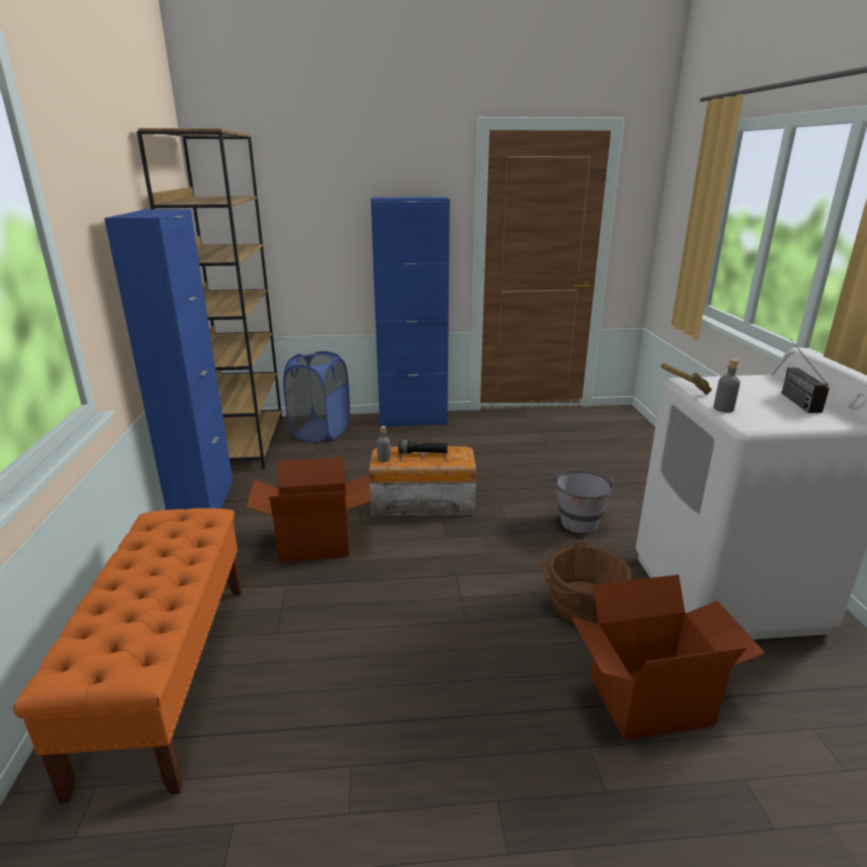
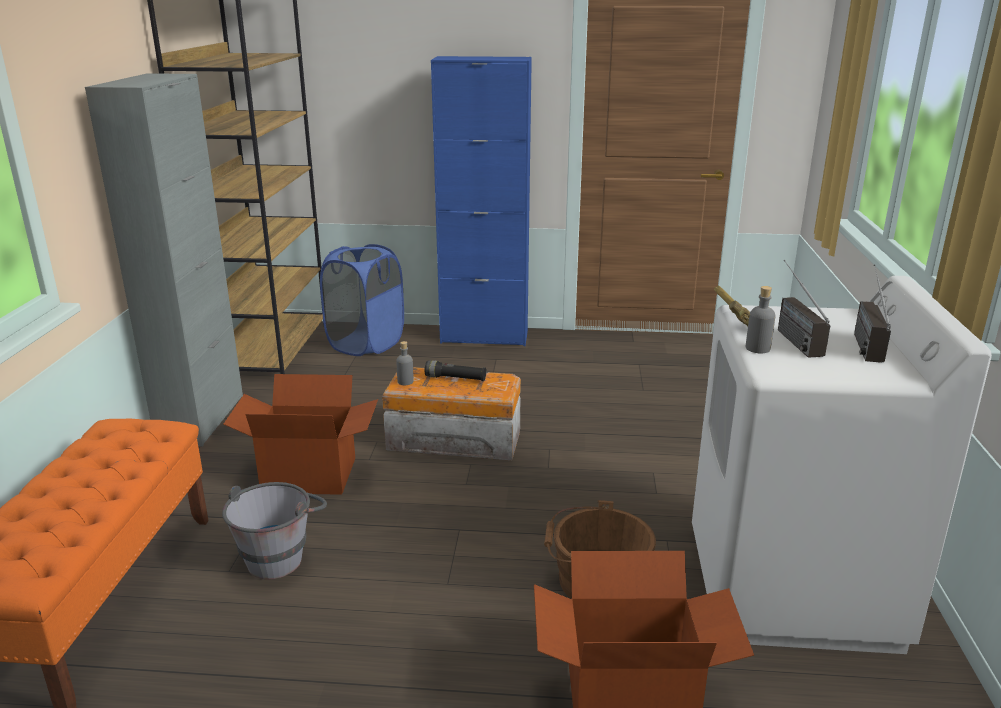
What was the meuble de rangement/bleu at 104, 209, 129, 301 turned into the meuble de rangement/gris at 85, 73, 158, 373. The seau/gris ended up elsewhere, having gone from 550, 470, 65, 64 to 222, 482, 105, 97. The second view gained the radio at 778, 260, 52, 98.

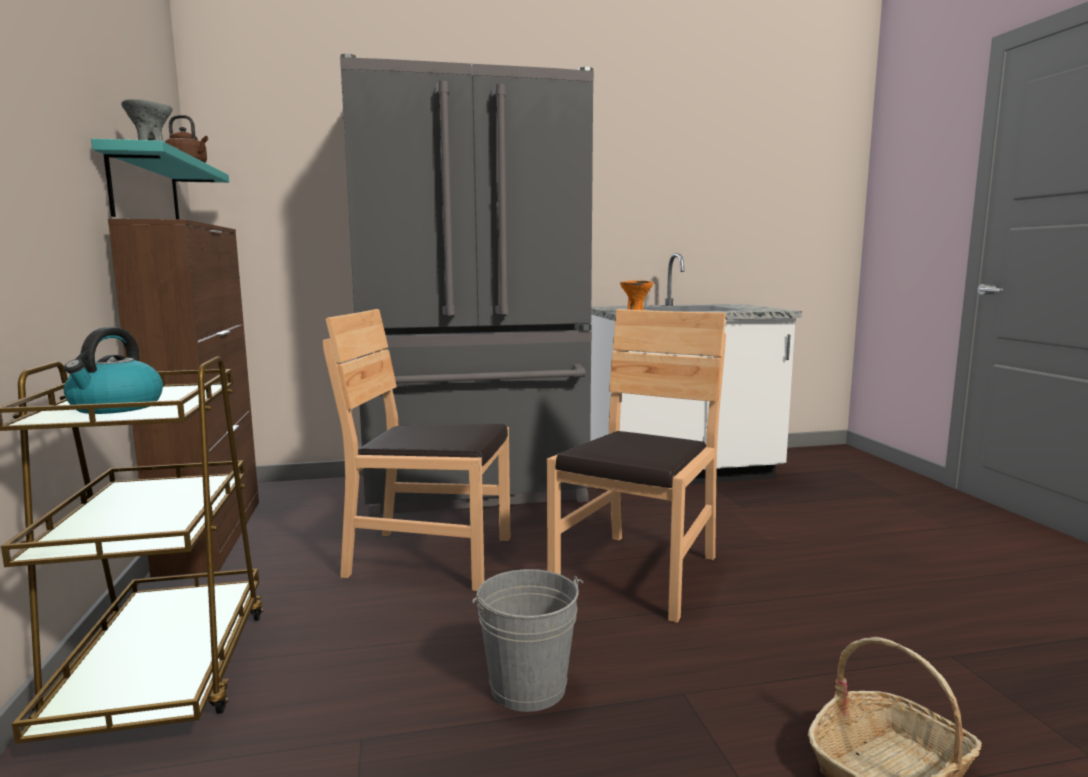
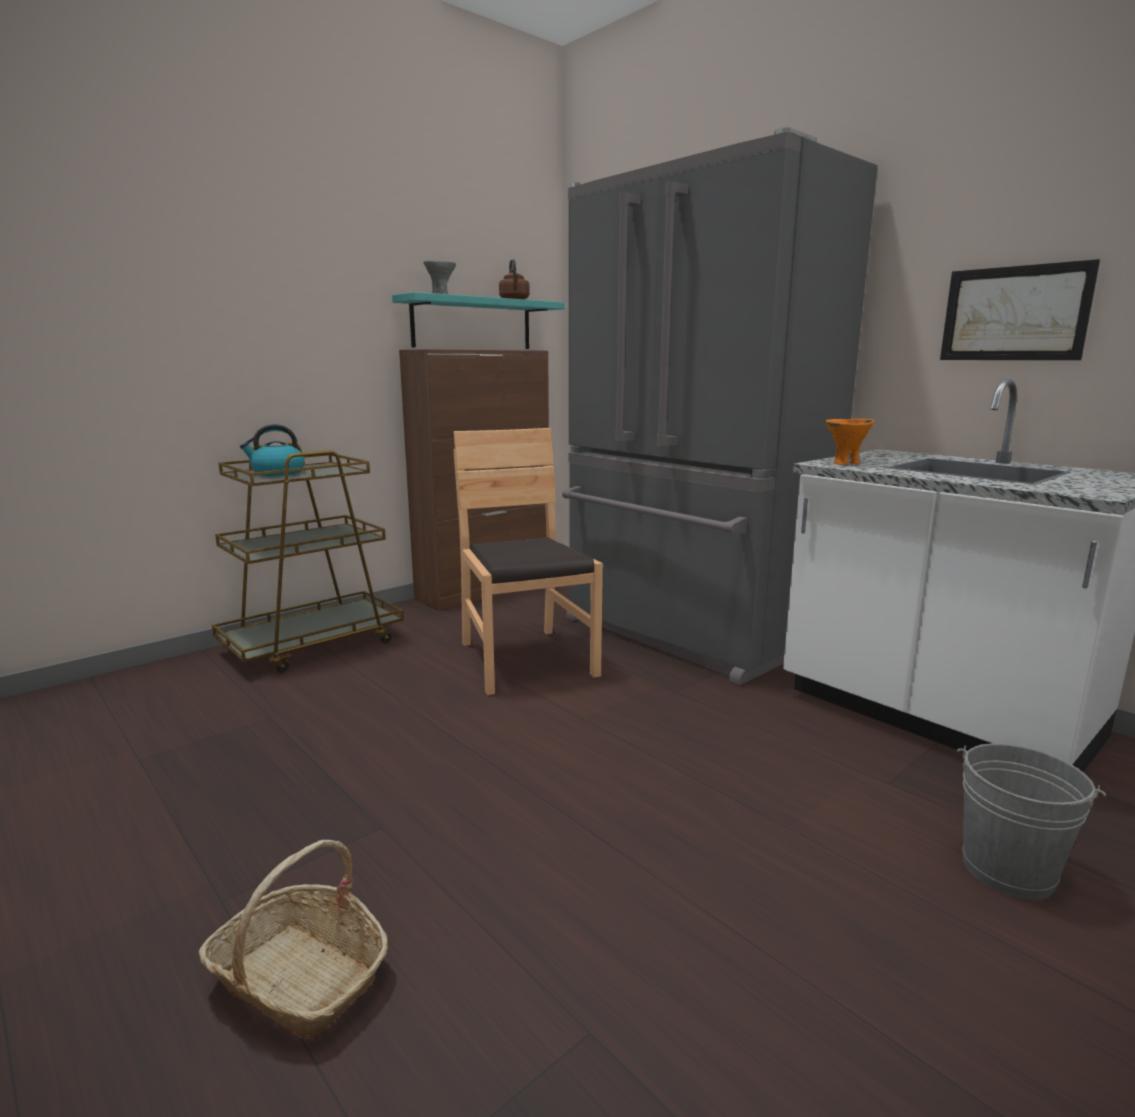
The second view lost the chaise/marron at 547, 309, 179, 314. The seau/gris ended up elsewhere, having gone from 472, 569, 111, 143 to 956, 743, 150, 156. The second view gained the tableau at 940, 259, 160, 101.

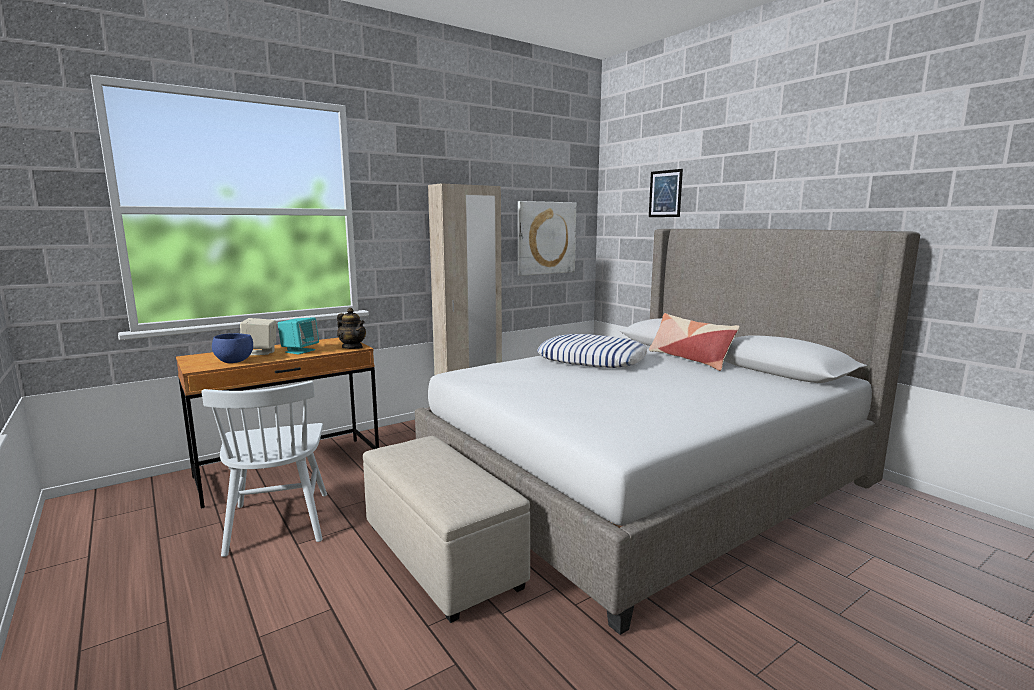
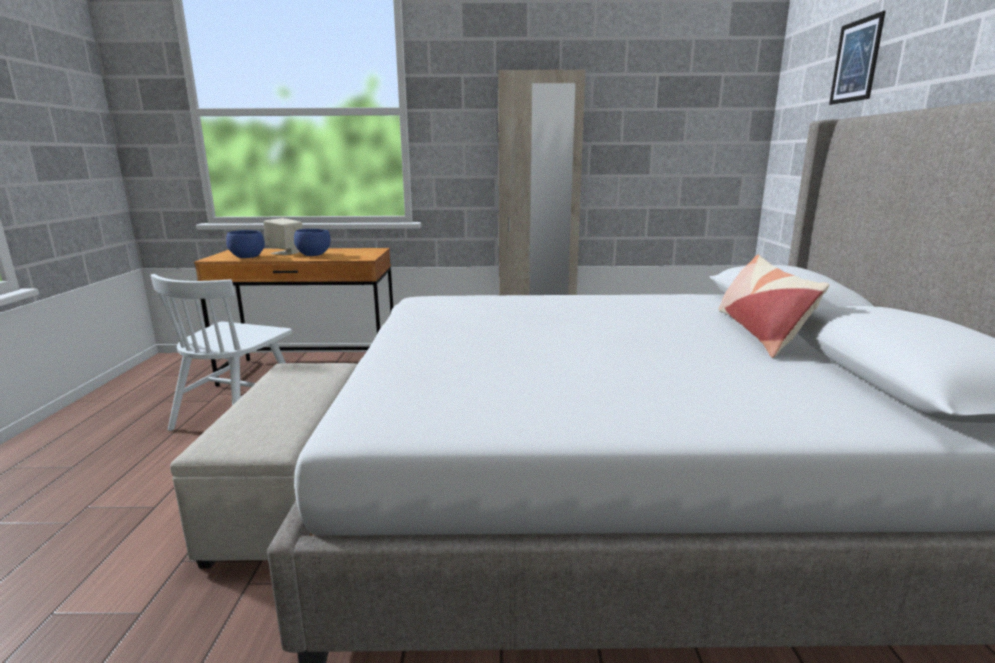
The second view lost the tableau at 518, 201, 58, 75. The second view lost the théière at 337, 308, 29, 41. Where the enceinte/turquoise stood at 278, 318, 41, 36, the bol/bleu came to stand at 294, 229, 36, 27. The second view lost the coussin at 537, 334, 110, 34.

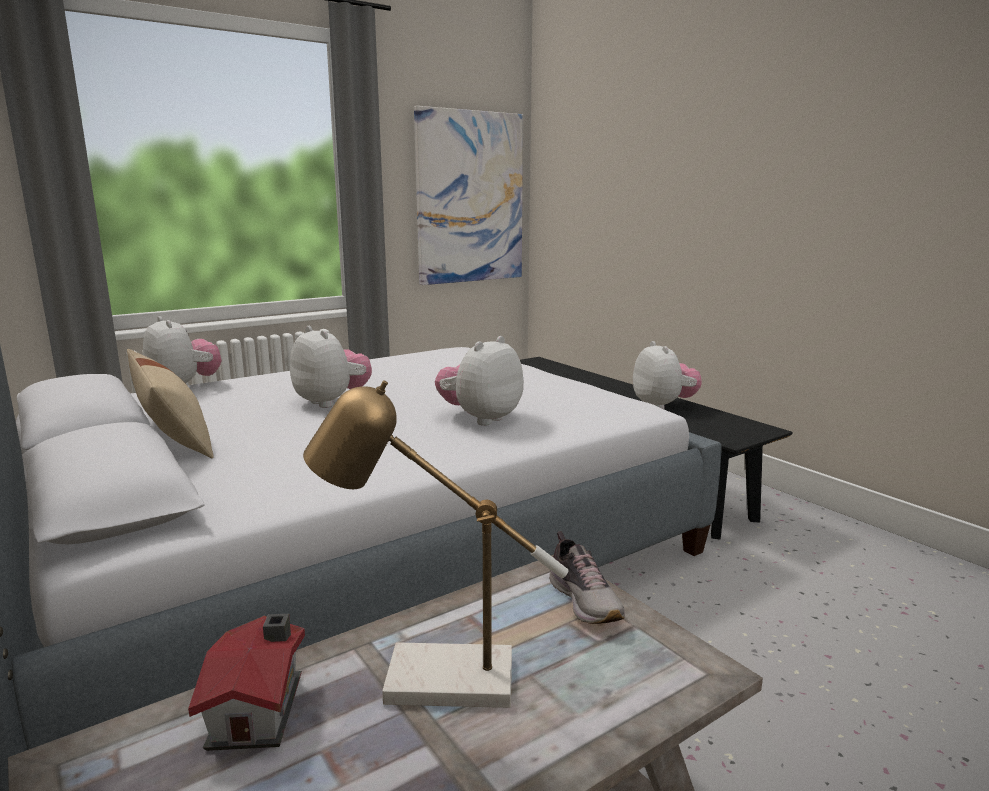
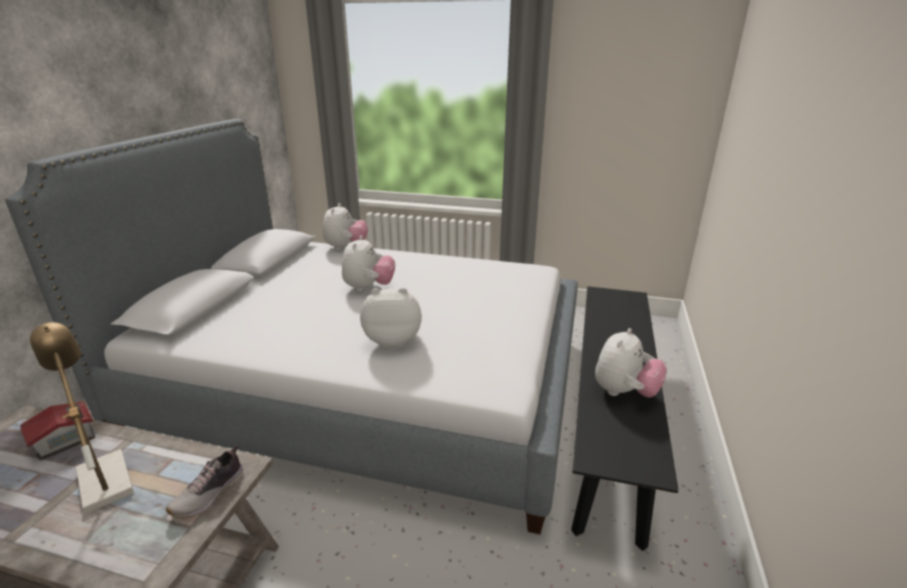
The second view lost the tableau at 414, 106, 109, 179. The second view lost the coussin/beige at 127, 349, 87, 109.

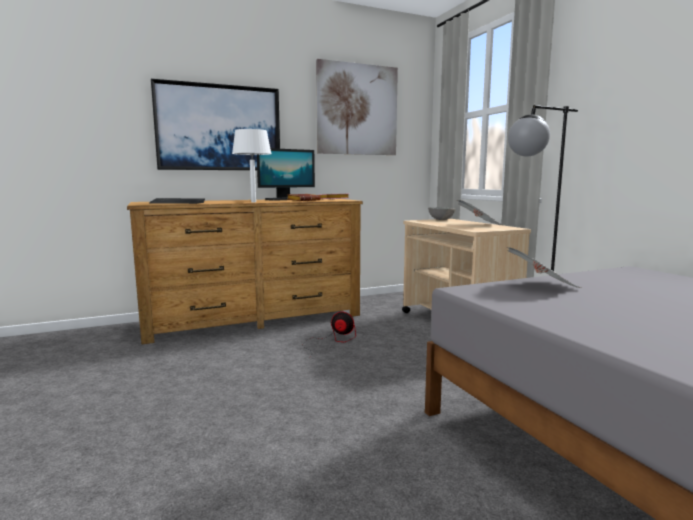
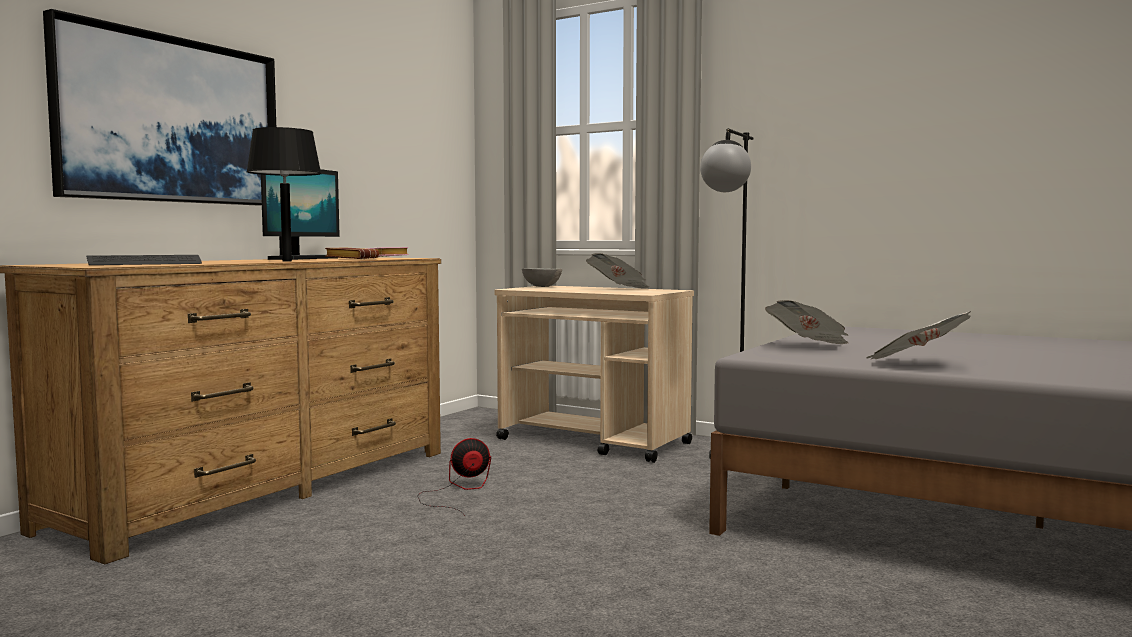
The second view lost the tableau at 316, 59, 82, 96. What was the lampe de table/blanc at 232, 129, 39, 73 turned into the lampe de table/noir at 246, 127, 76, 134. The second view gained the journal at 866, 311, 105, 48.

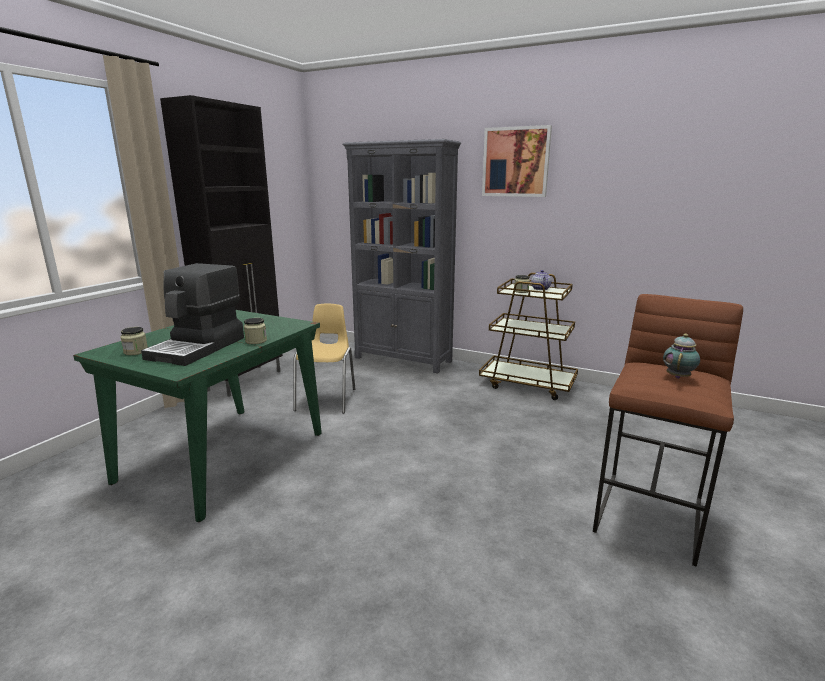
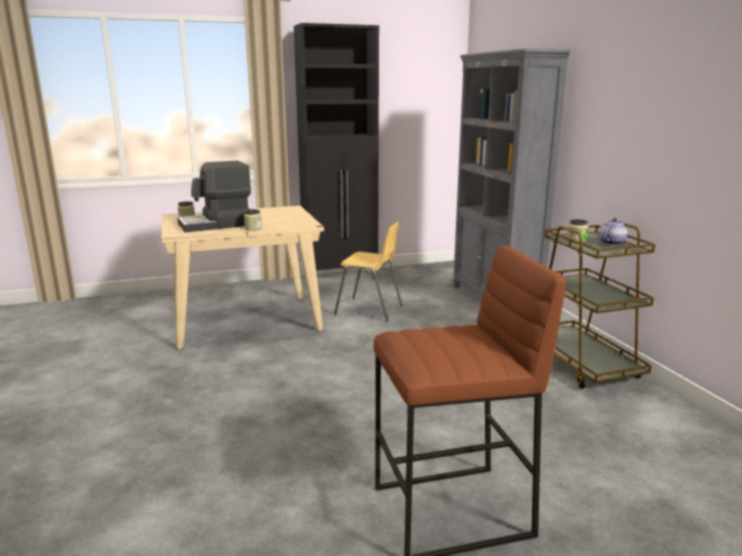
The second view lost the tableau at 482, 125, 70, 72. The chaise/jaune at 293, 304, 62, 110 ended up facing another way, 60 degrees clockwise from before. What was the table à manger/vert at 73, 310, 249, 212 turned into the table à manger/beige at 161, 206, 163, 144. The second view lost the théière at 663, 334, 37, 45.

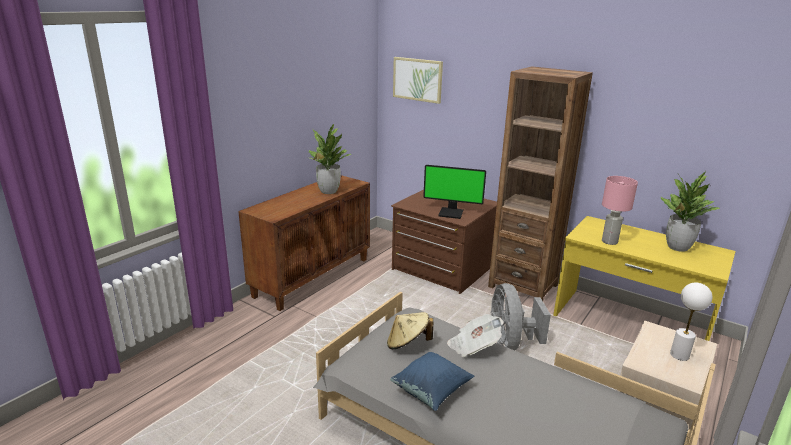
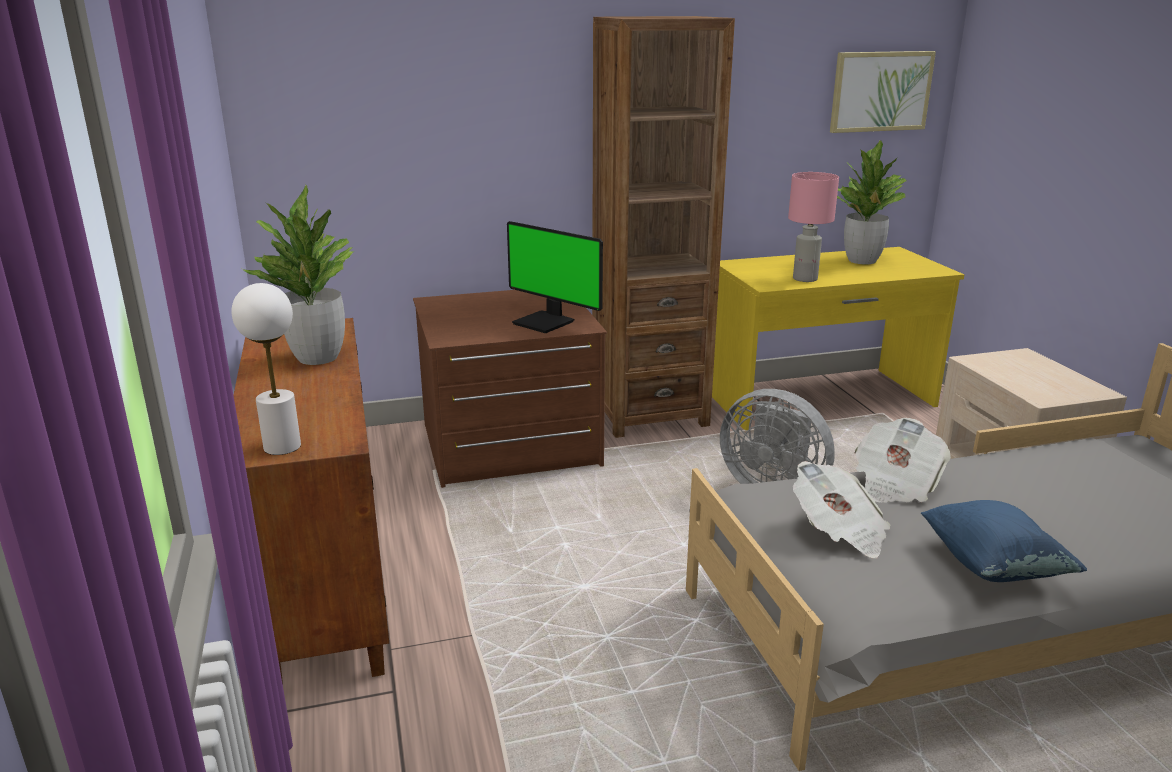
The tableau ended up elsewhere, having gone from 393, 57, 50, 47 to 830, 51, 106, 82. The écran d'ordinateur at 423, 165, 63, 54 ended up facing another way, 75 degrees clockwise from before. The lampe de table/blanc ended up elsewhere, having gone from 670, 283, 42, 78 to 231, 283, 70, 172. Where the chapeau/beige stood at 387, 312, 46, 37, the journal came to stand at 793, 461, 97, 97.

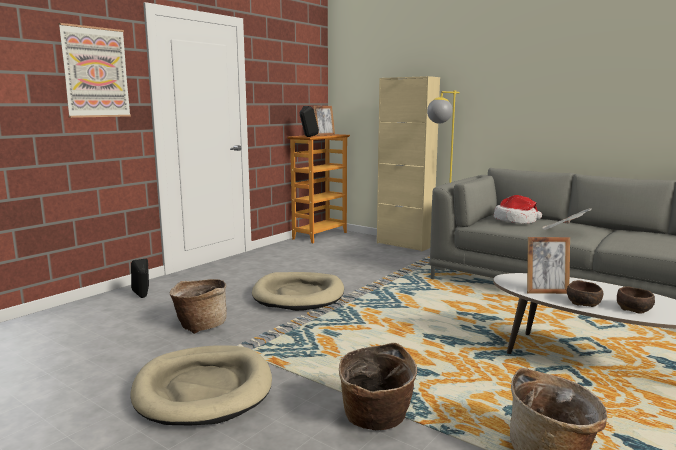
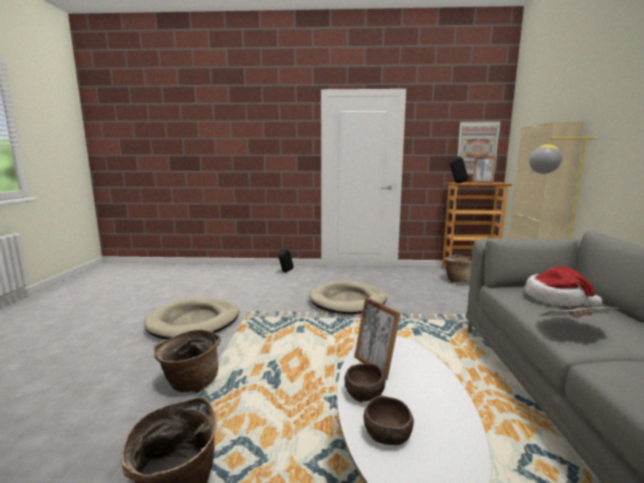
The tableau ended up elsewhere, having gone from 58, 23, 73, 95 to 458, 121, 43, 54. The panier ended up elsewhere, having gone from 170, 279, 57, 55 to 444, 254, 28, 29.

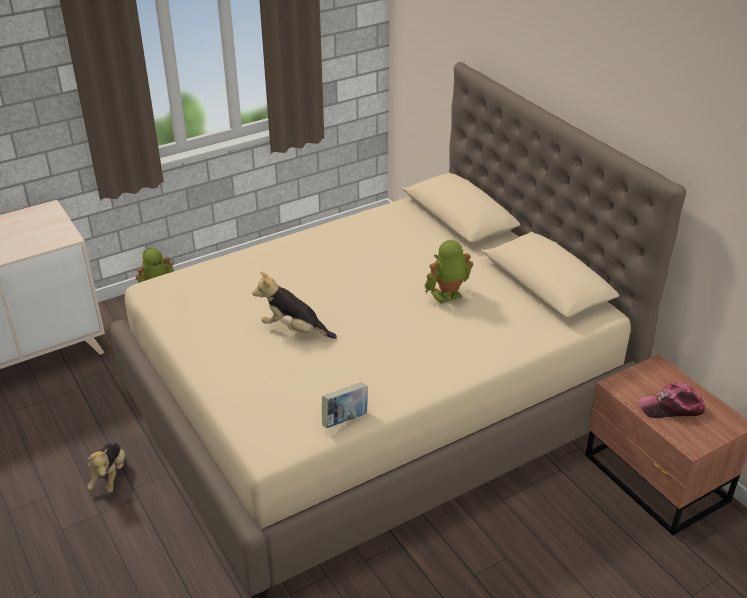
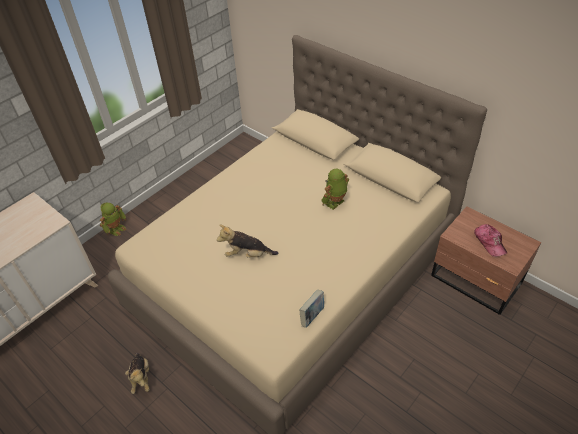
The casquette at 638, 383, 67, 35 ended up facing another way, 90 degrees counterclockwise from before.

